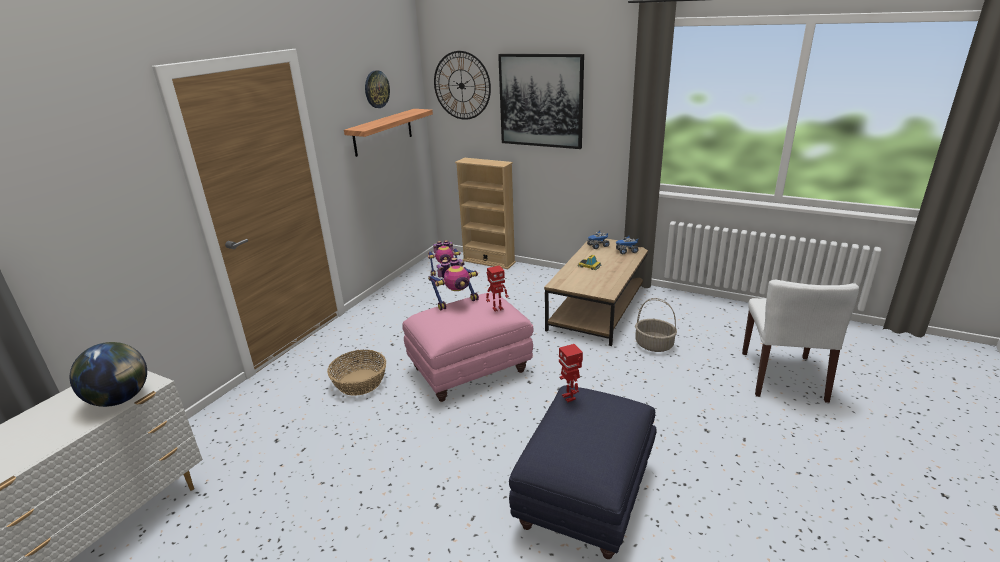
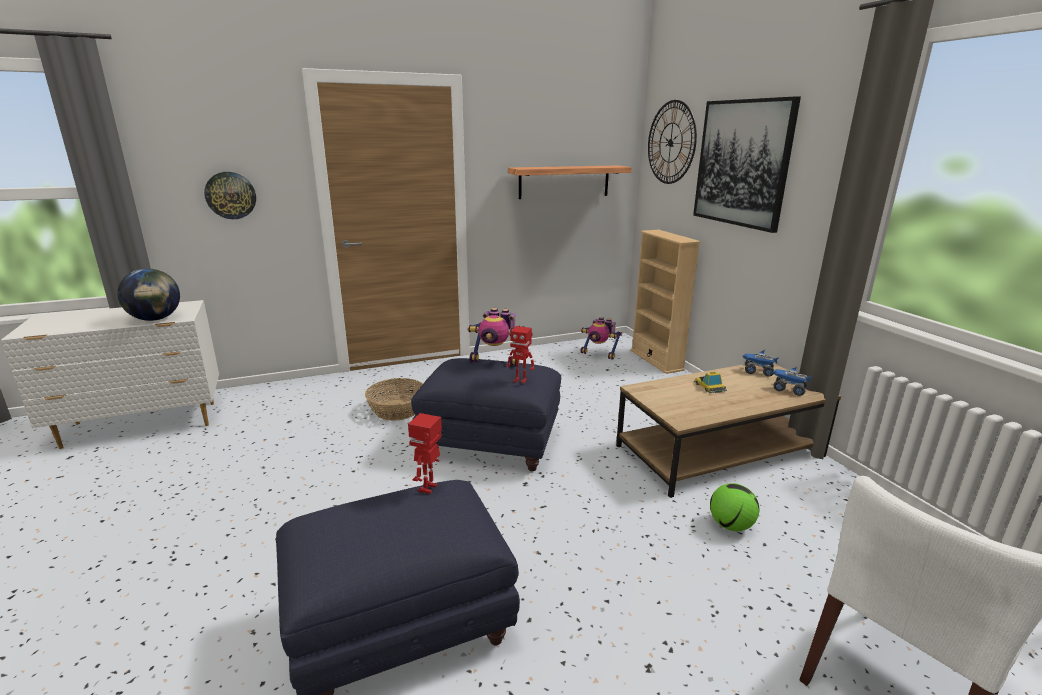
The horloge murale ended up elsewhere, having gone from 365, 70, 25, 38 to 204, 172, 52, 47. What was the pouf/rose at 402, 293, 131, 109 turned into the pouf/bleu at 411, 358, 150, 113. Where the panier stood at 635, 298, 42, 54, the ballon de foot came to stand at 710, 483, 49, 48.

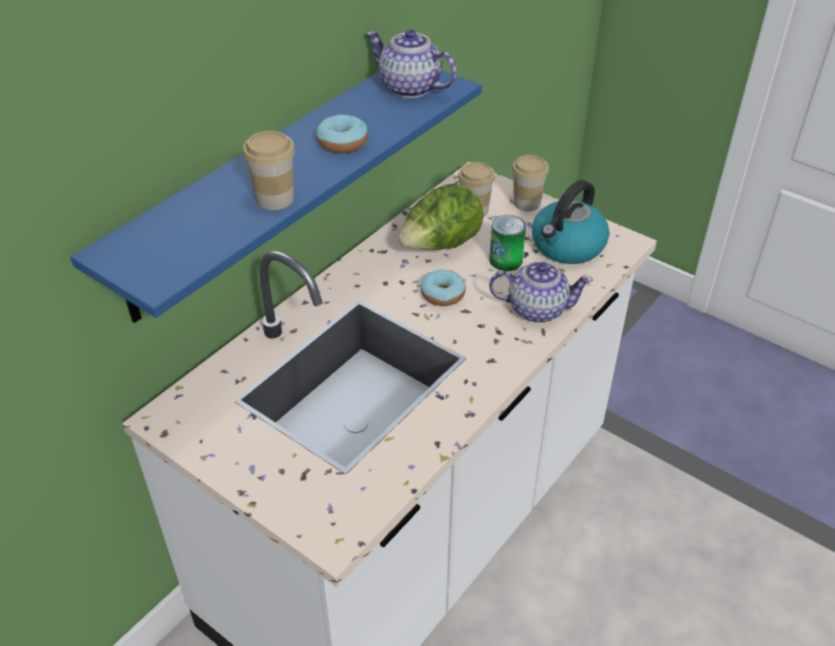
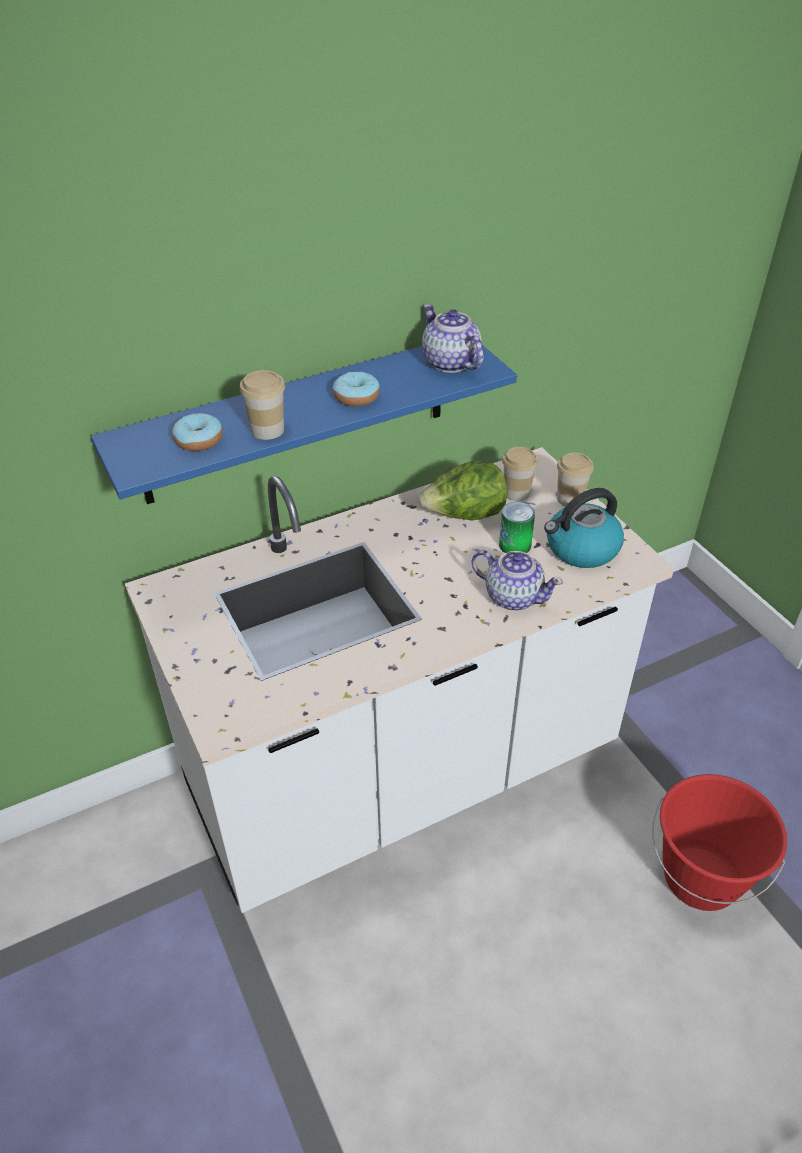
The beignet ended up elsewhere, having gone from 421, 270, 45, 36 to 172, 413, 51, 38. The second view gained the seau/rouge at 652, 774, 135, 137.

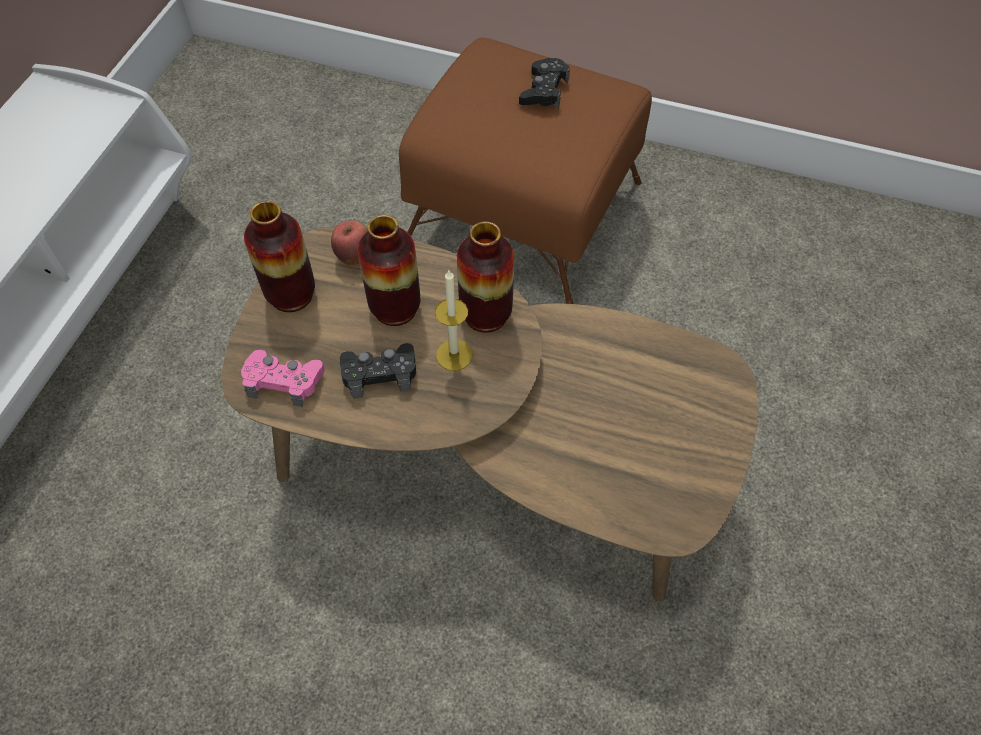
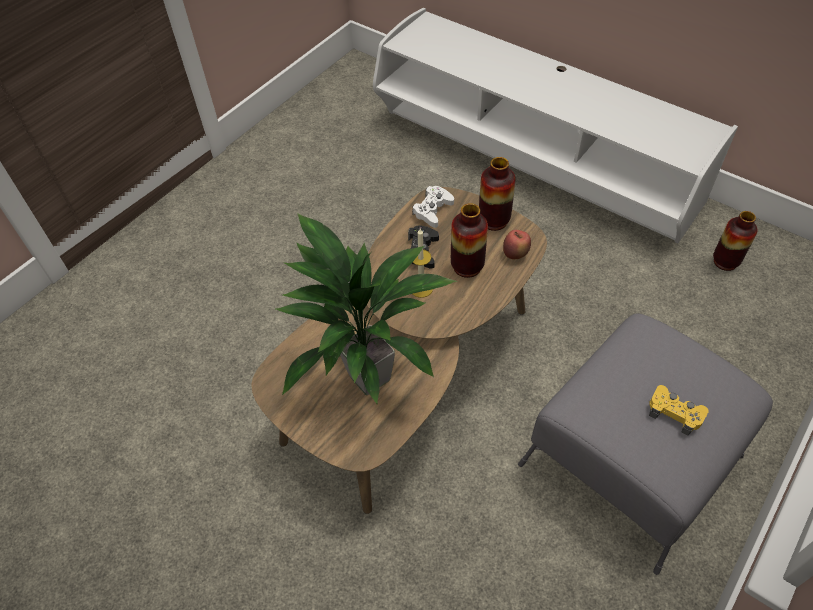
What was the pouf/marron at 399, 38, 253, 266 turned into the pouf/gris at 518, 313, 255, 262. What was the manette/noir at 519, 58, 51, 51 turned into the manette/jaune at 649, 385, 60, 51. The vase ended up elsewhere, having gone from 457, 221, 57, 112 to 713, 211, 44, 60. What was the manette/rose at 241, 350, 84, 57 turned into the manette/blanc at 412, 186, 42, 42. The second view gained the plante en pot at 276, 213, 181, 191.

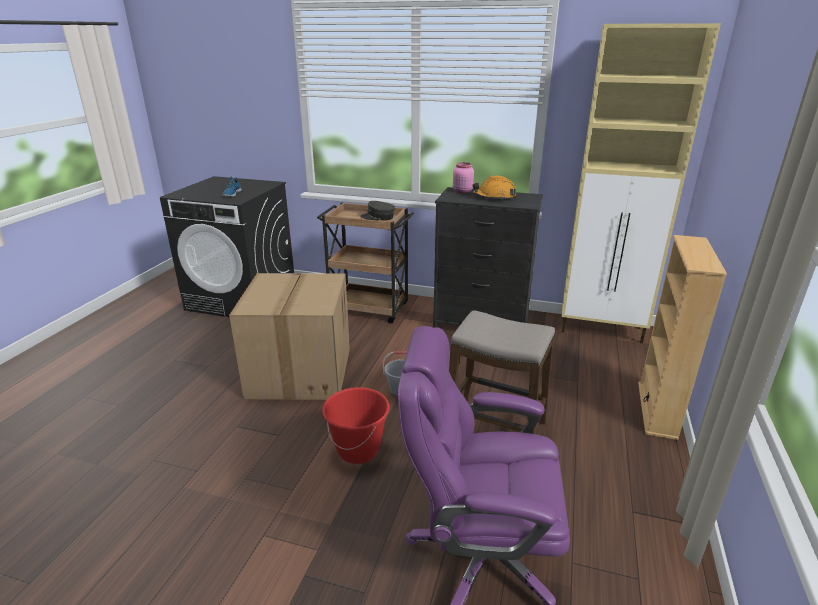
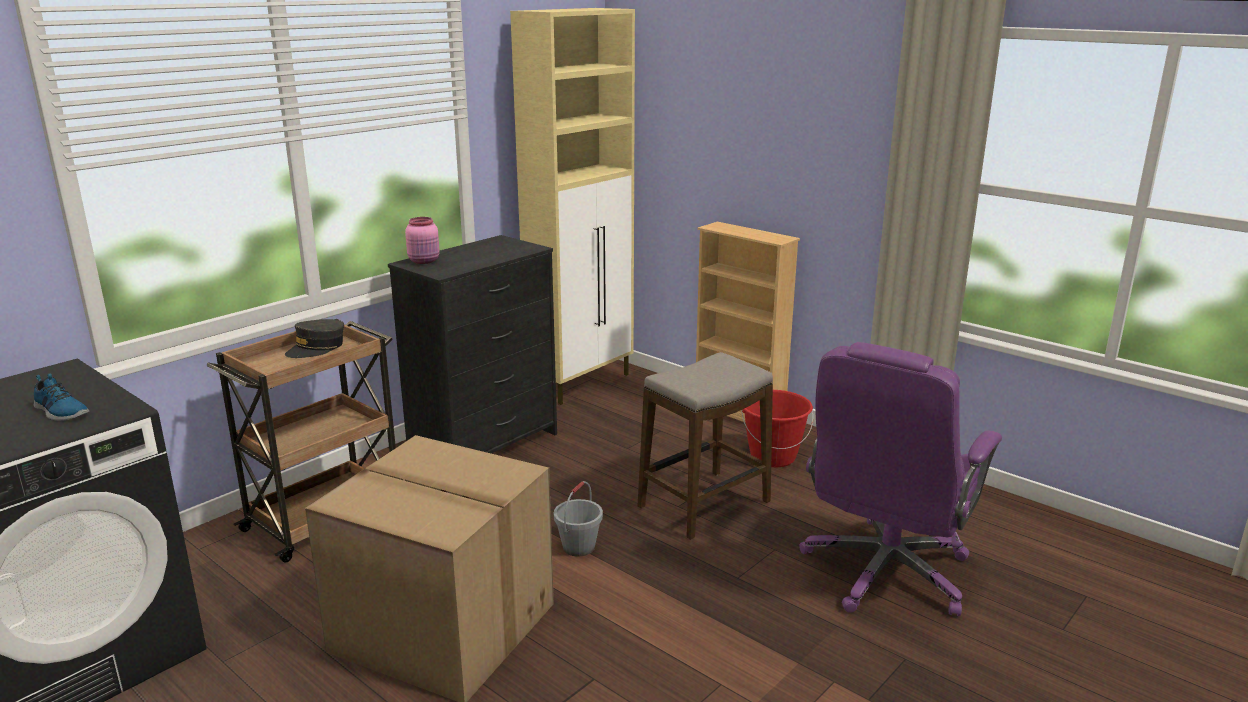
The second view lost the casque de chantier/orange at 473, 176, 43, 24. The seau/rouge ended up elsewhere, having gone from 322, 387, 68, 77 to 741, 390, 72, 77.

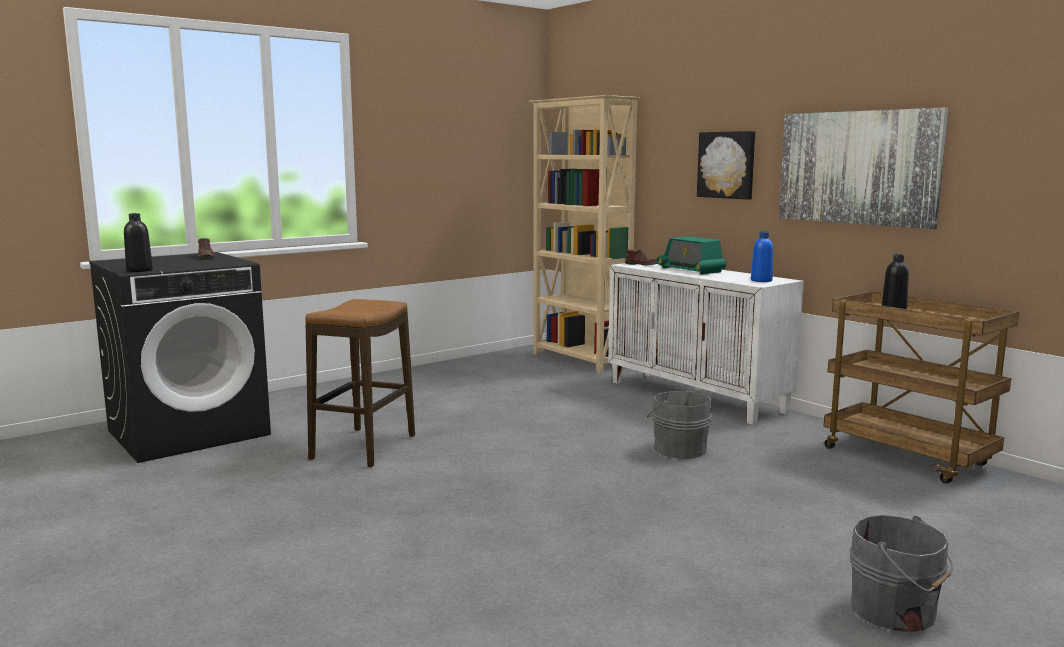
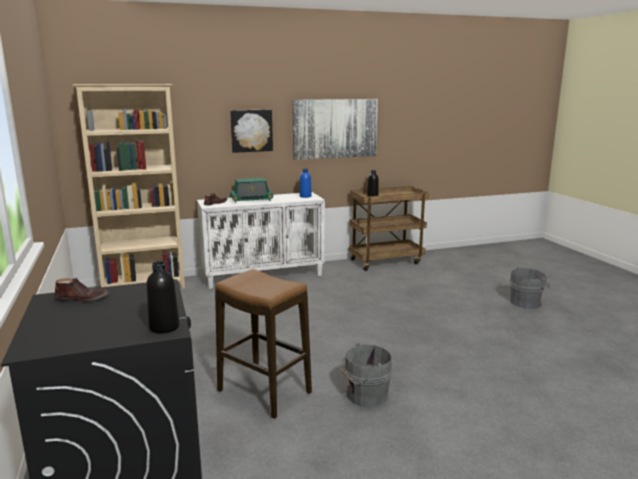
The seau/gris ended up elsewhere, having gone from 647, 390, 65, 69 to 340, 343, 52, 64.

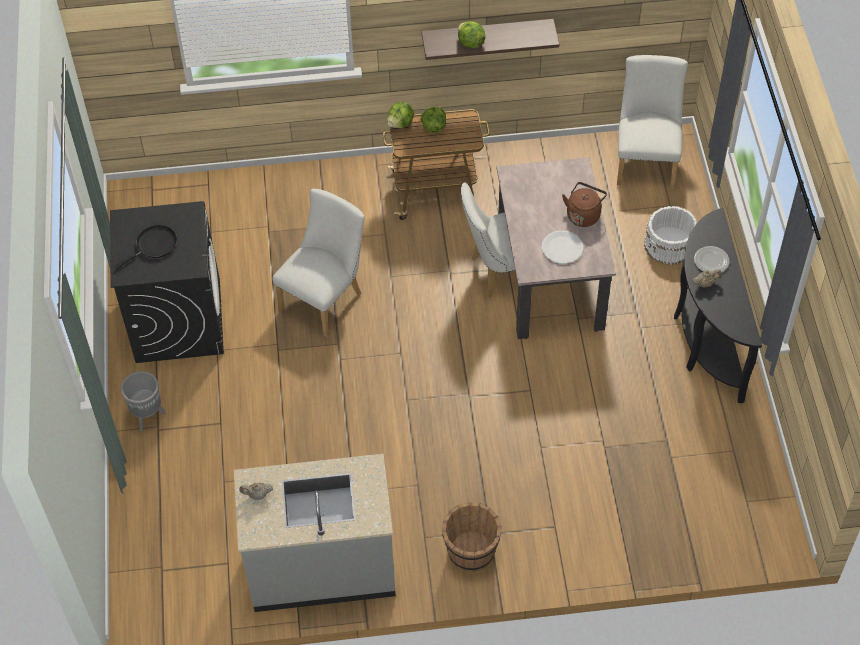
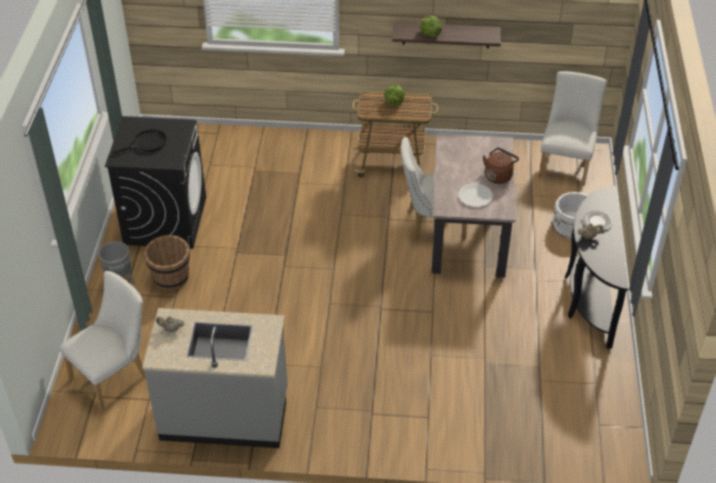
The second view lost the laitue at 387, 102, 27, 26. The chaise/blanc ended up elsewhere, having gone from 273, 189, 91, 148 to 59, 271, 86, 139. The seau/marron ended up elsewhere, having gone from 442, 502, 60, 70 to 144, 235, 46, 56.

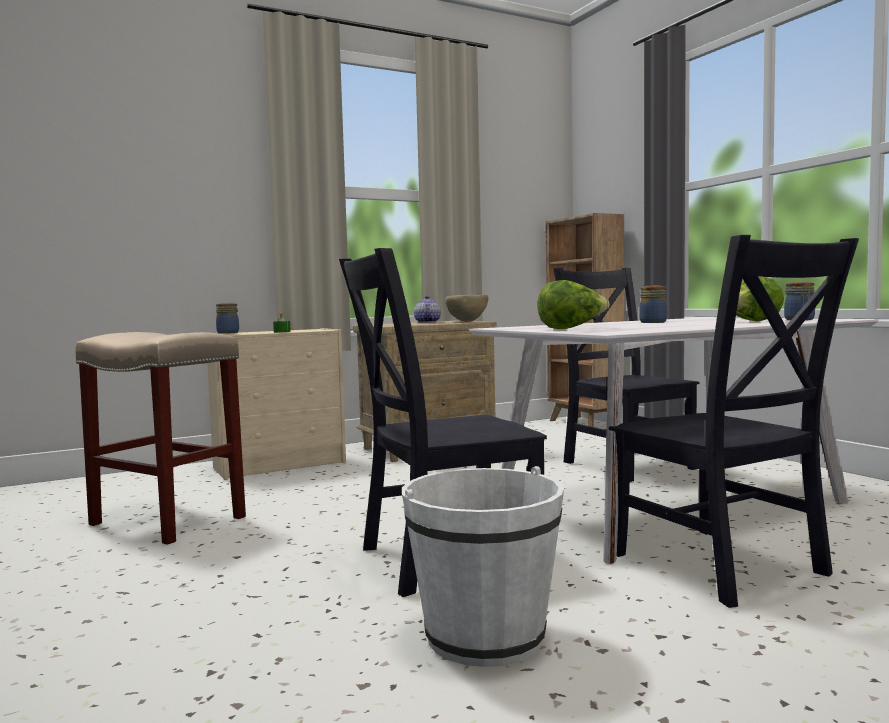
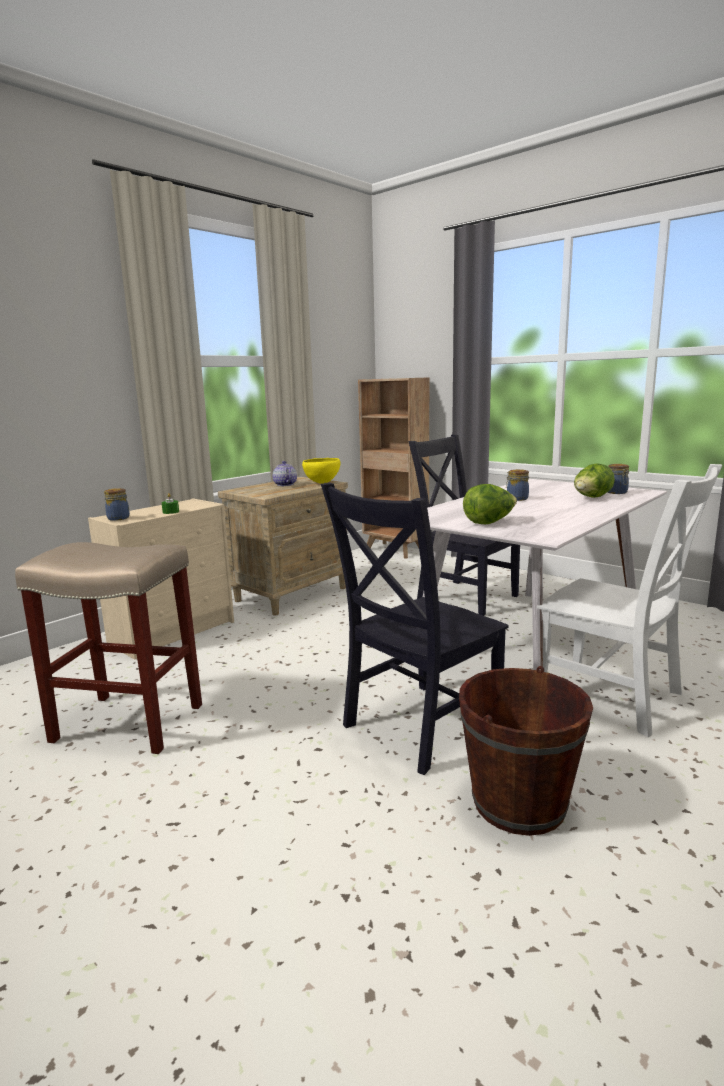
What was the chaise/noir at 609, 235, 250, 373 turned into the chaise/blanc at 537, 464, 185, 273. What was the bol/marron at 445, 294, 43, 28 turned into the bol/jaune at 302, 458, 39, 26. What was the seau/blanc at 402, 466, 162, 201 turned into the seau/marron at 459, 666, 134, 170.

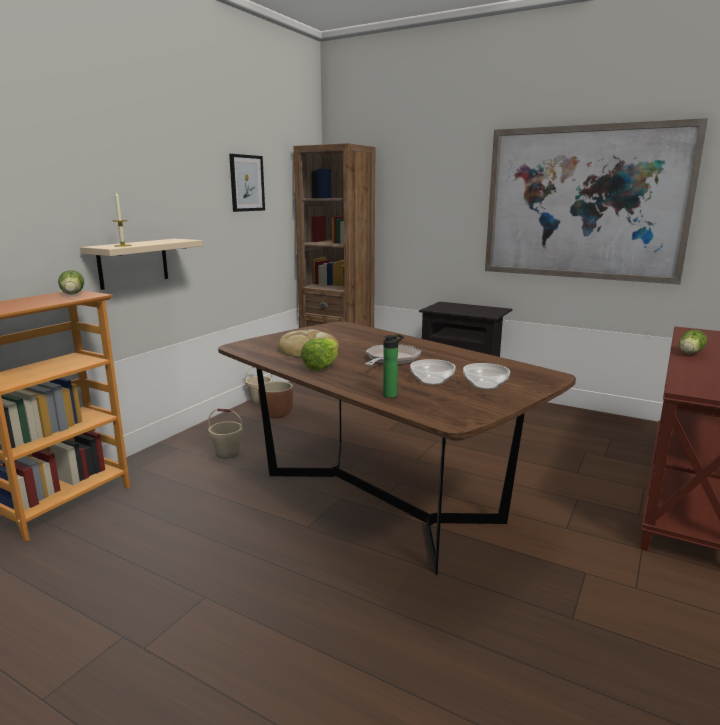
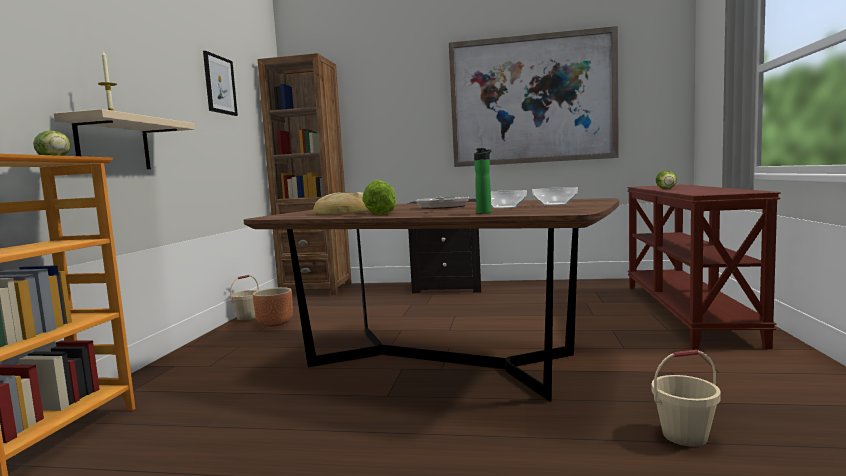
The seau/beige ended up elsewhere, having gone from 208, 408, 35, 51 to 652, 350, 69, 97.

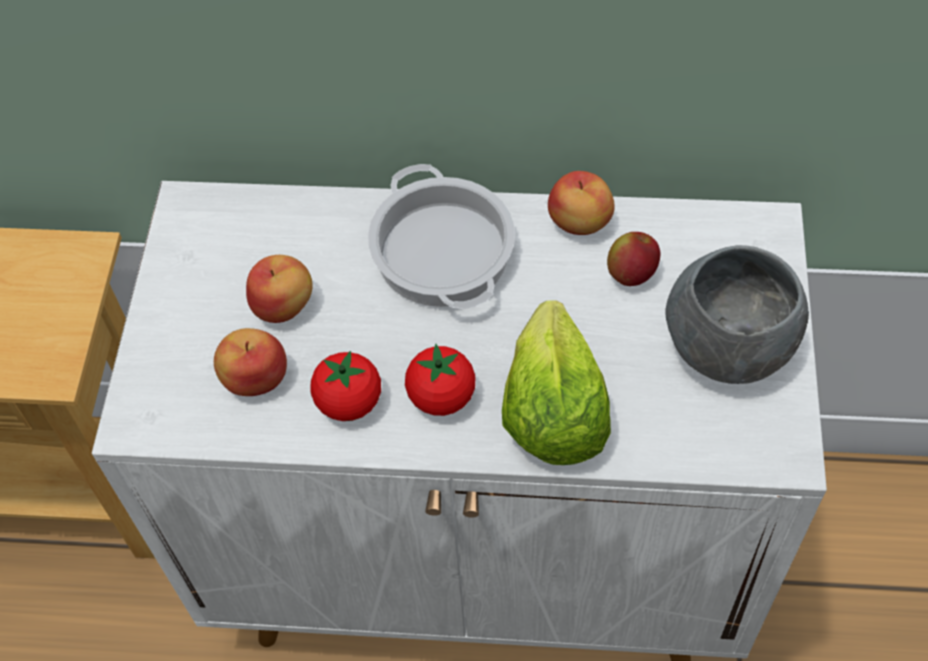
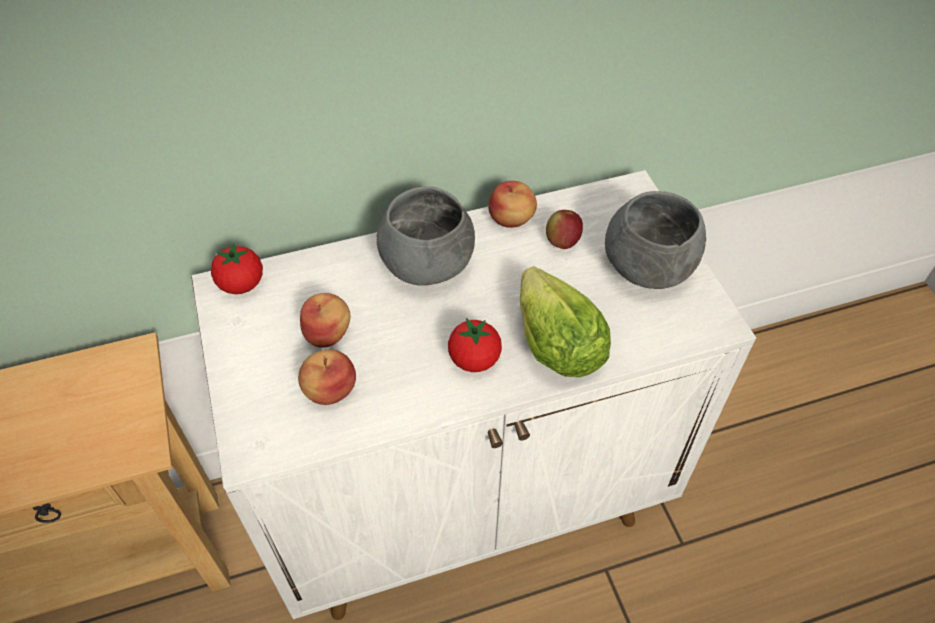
Where the marmite stood at 368, 164, 147, 145, the bol/gris came to stand at 376, 186, 99, 99. The tomate ended up elsewhere, having gone from 311, 351, 70, 70 to 211, 242, 52, 52.

